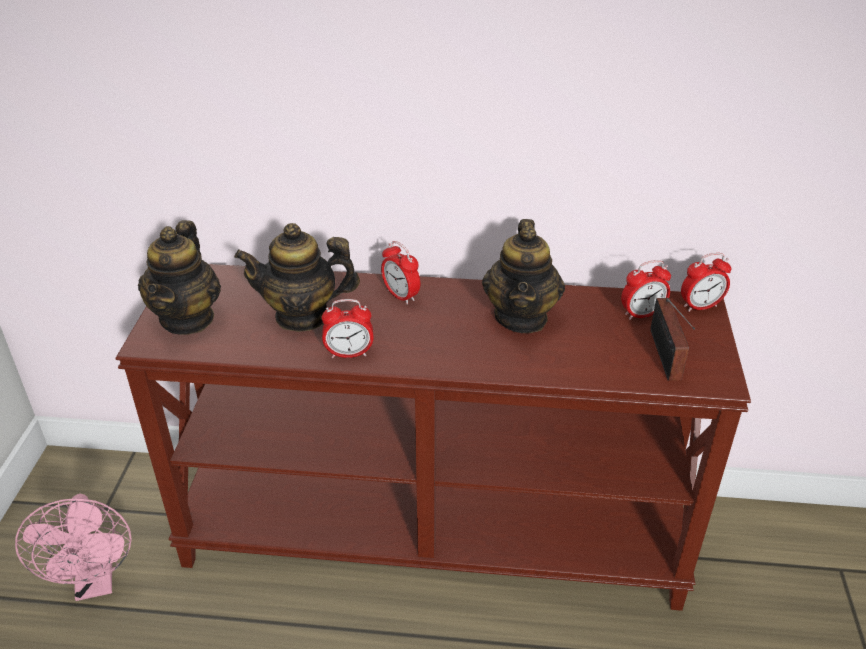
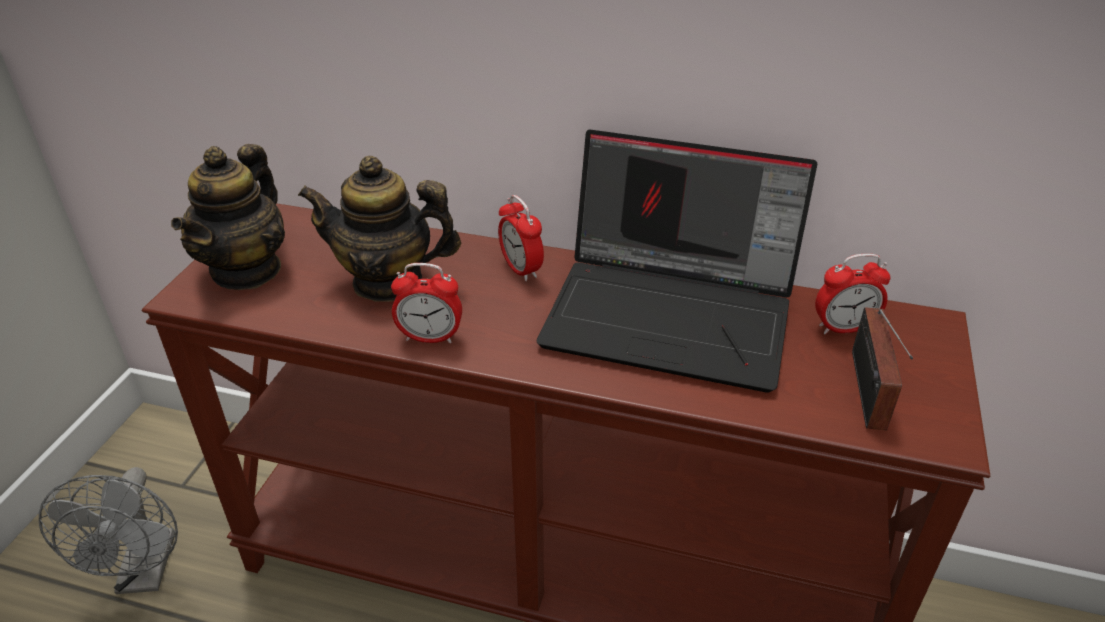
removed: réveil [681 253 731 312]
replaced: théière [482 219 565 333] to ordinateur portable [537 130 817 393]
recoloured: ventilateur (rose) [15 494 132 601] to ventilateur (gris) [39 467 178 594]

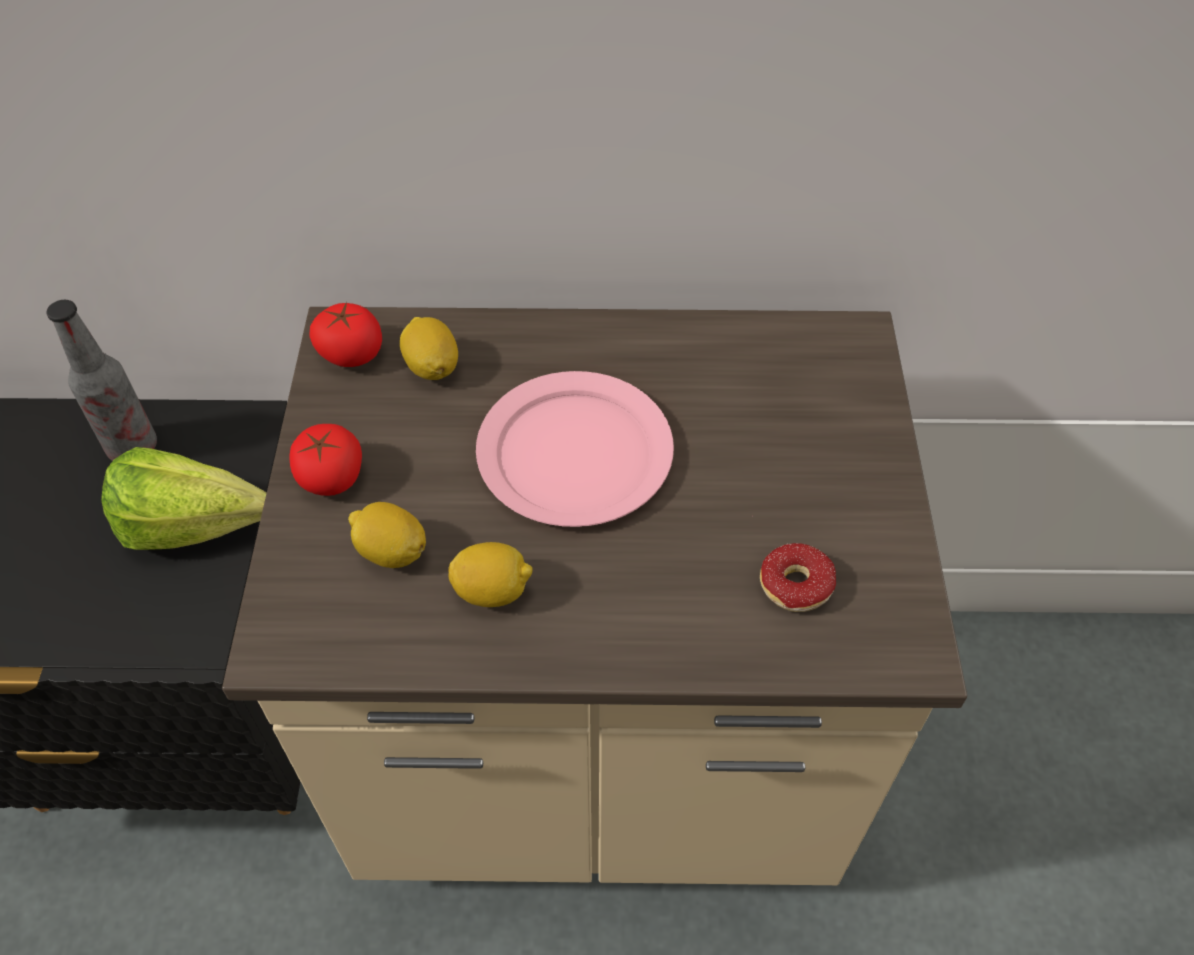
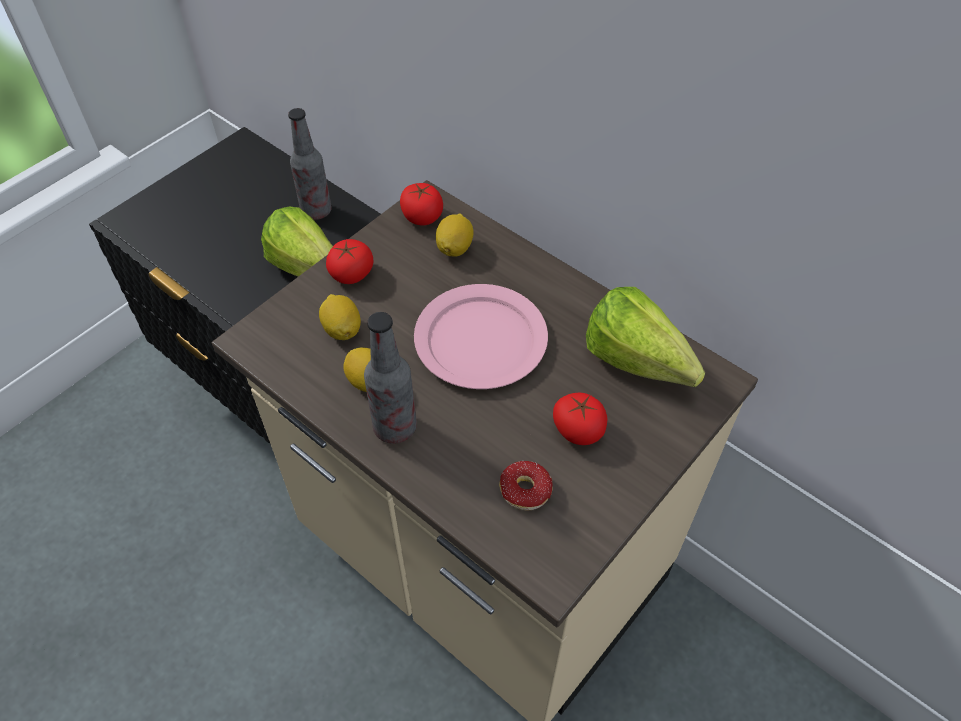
added: laitue [586 287 705 387]; bouteille [364 312 417 444]; tomate [553 392 607 445]

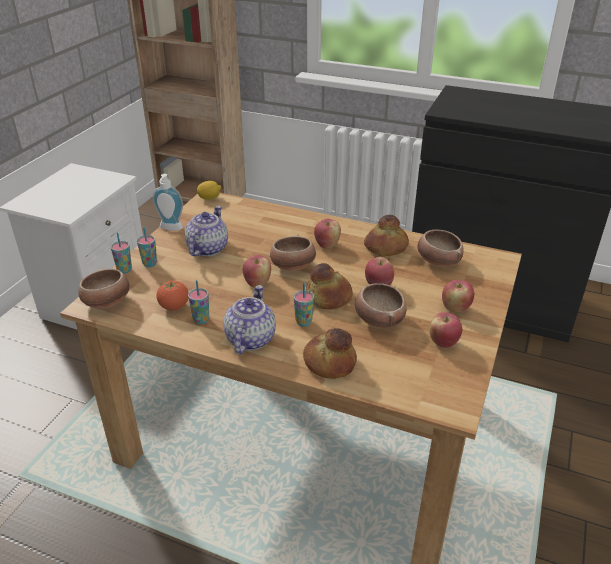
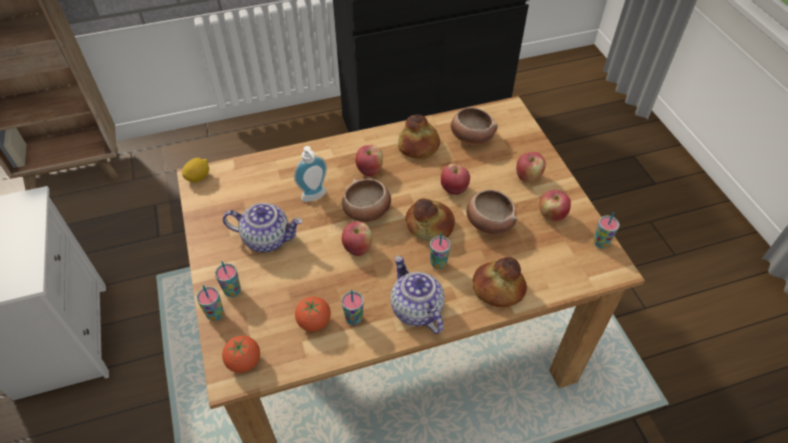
added: tasse [593 212 619 248]
moved: distributeur de savon [153 174 183 230] to [294 146 327 202]
replaced: bol [78 268 130 309] to tomate [222 336 260 373]
turned: théière [185 206 228 256] = [223 203 303 253] 120 degrees clockwise

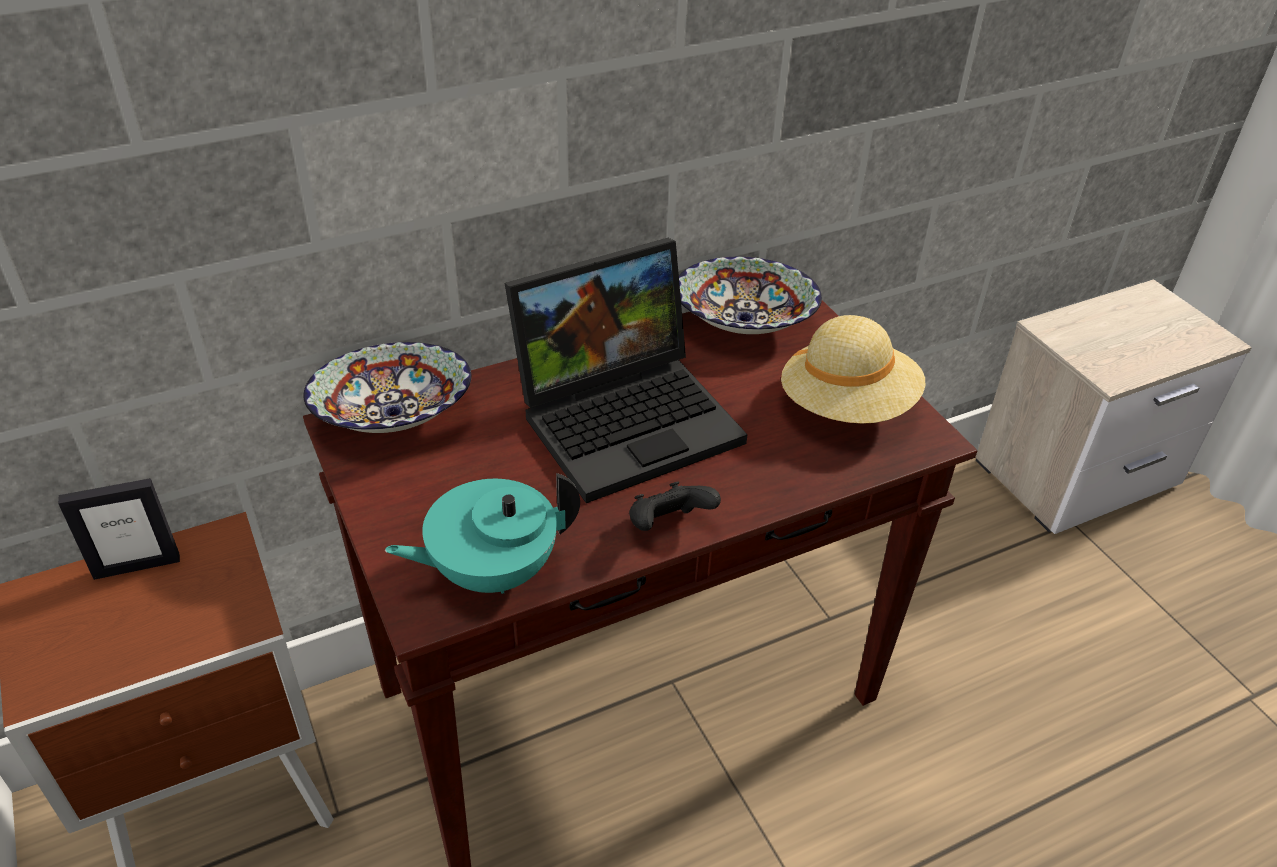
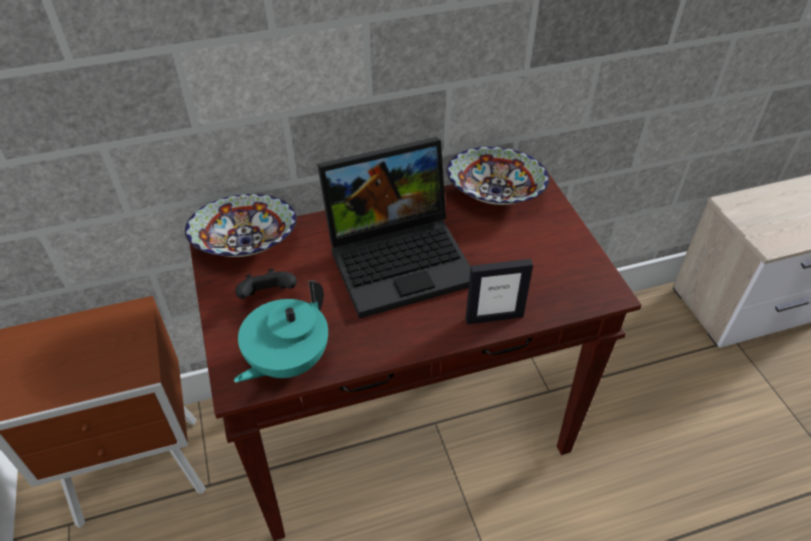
removed: chapeau (beige) [781 315 925 424]
moved: cadre photo [58 478 180 580] to [466 259 533 325]; manette (noir) [629 481 721 531] to [235 268 297 299]
turned: théière (turquoise) [385 473 580 594] = [234 281 328 383] 45 degrees counterclockwise

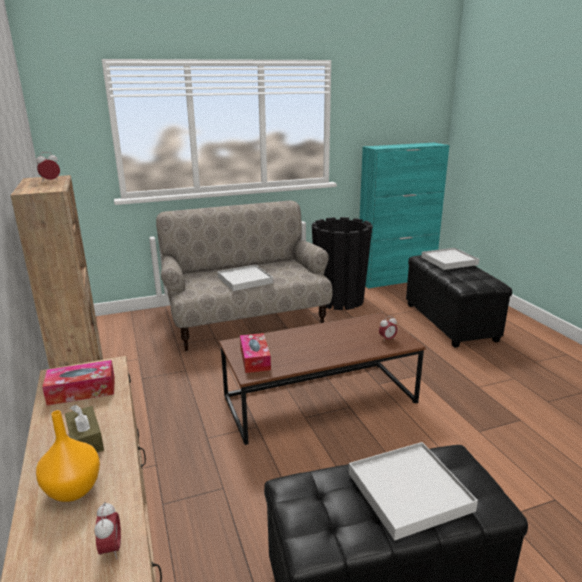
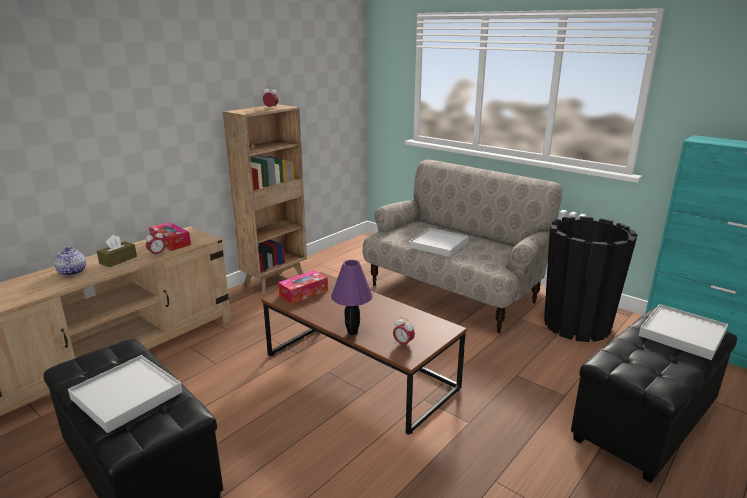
added: lampe de table (violet) [331 260 373 335]
moved: réveil [94 502 121 559] to [145 231 165 257]
replaced: vase (orange) [36 410 100 502] to théière [54 246 86 276]

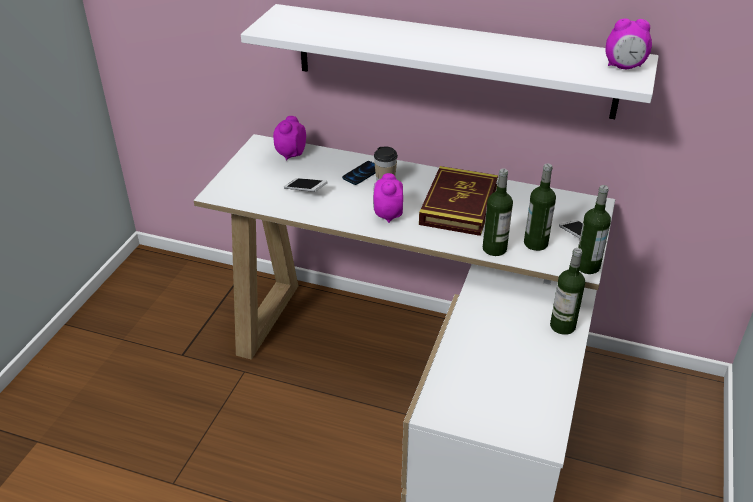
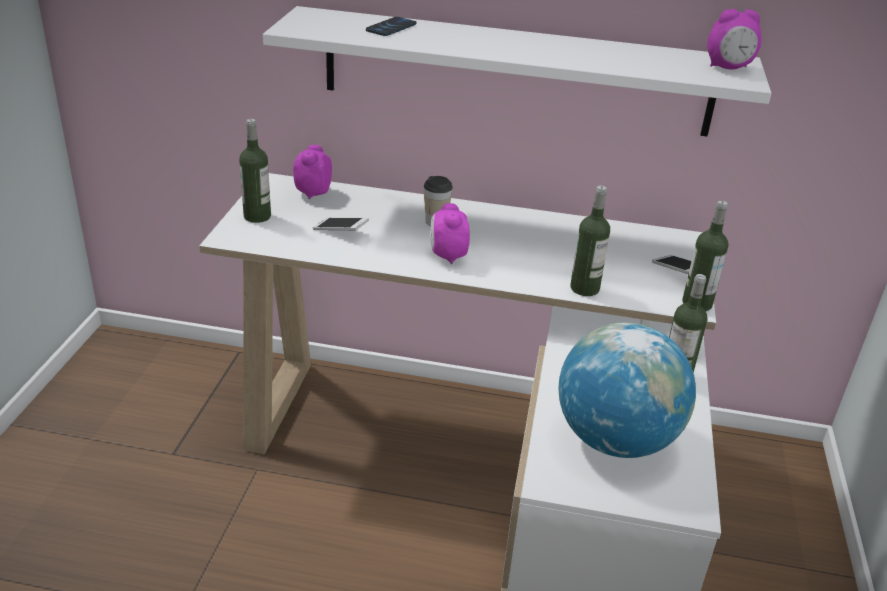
removed: livre [419 166 498 236]
added: globe [559 322 696 458]
moved: téléphone [342 161 375 185] to [366 17 416 36]; bouteille [524 164 556 251] to [239 119 271 223]

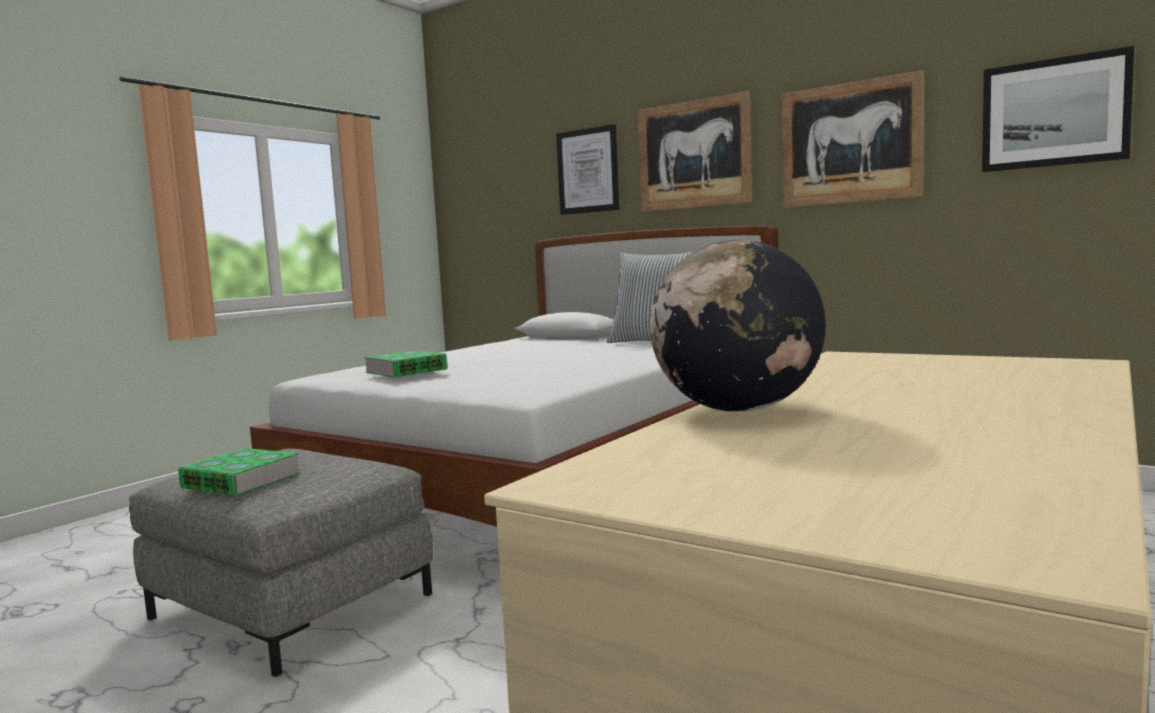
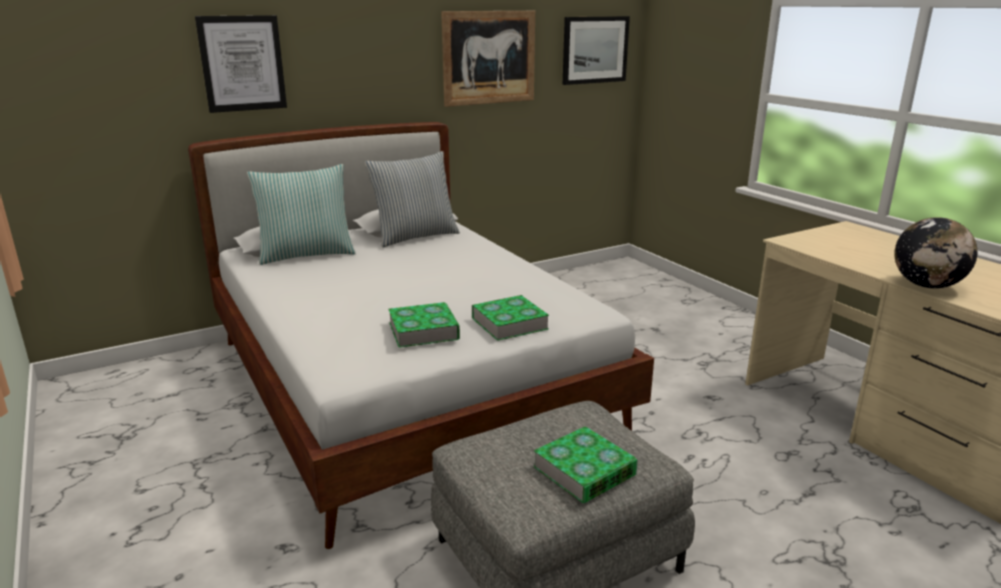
removed: tableau [637 91 752 212]
added: coussin [247 164 356 265]; livre [472 295 549 341]

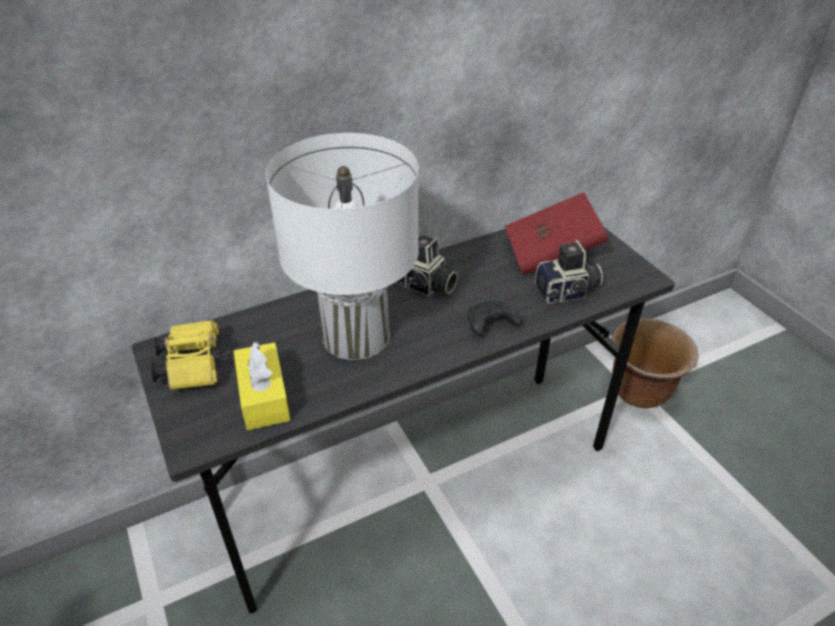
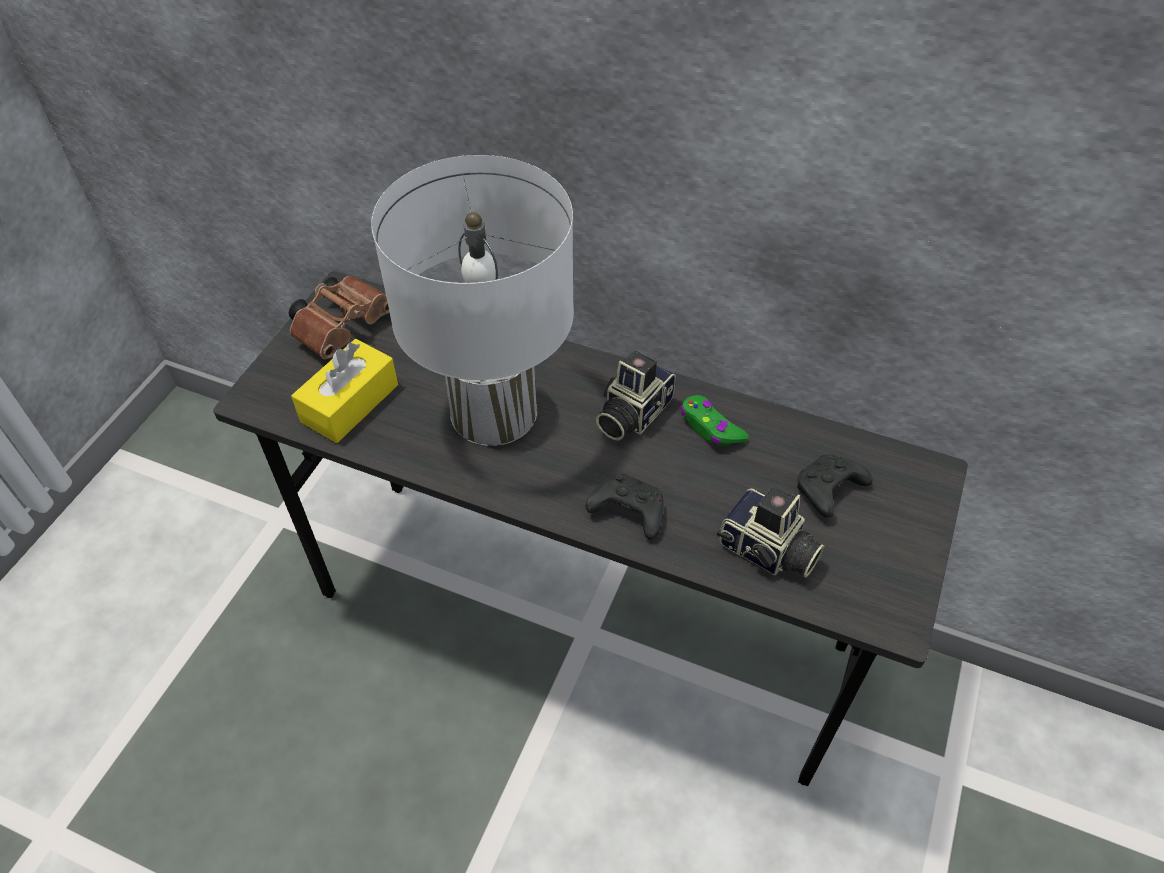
removed: cache-pot (marron) [612 318 699 409]
added: manette (vert) [680 395 749 446]
replaced: livre (rouge) [505 192 608 275] to manette (noir) [797 454 873 518]
recoloured: jumelles (jaune) [151 320 219 390] to jumelles (marron) [289 276 390 359]
turned: appareil photo [395 235 458 296] = [596 350 676 441] 45 degrees clockwise

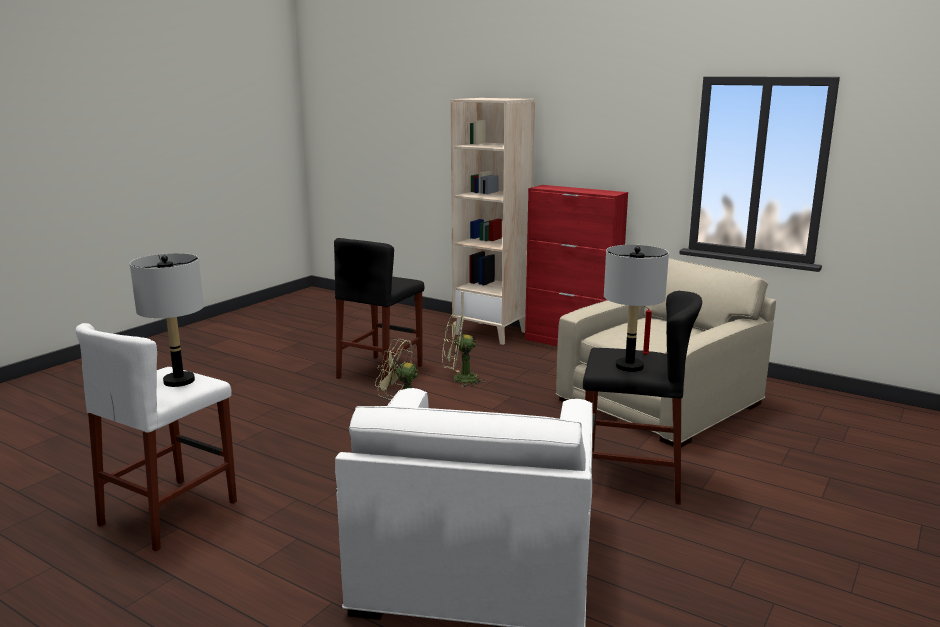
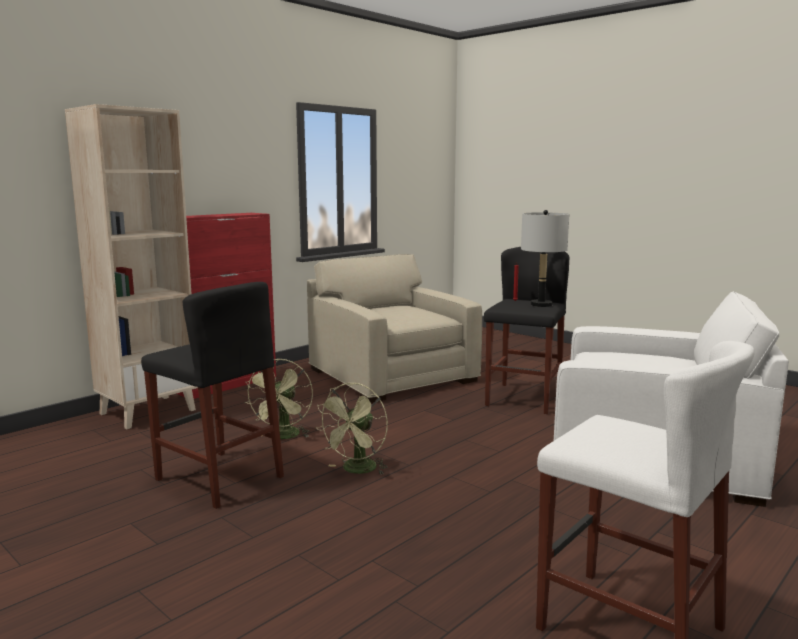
removed: lampe de table (gris) [130 253 204 387]

